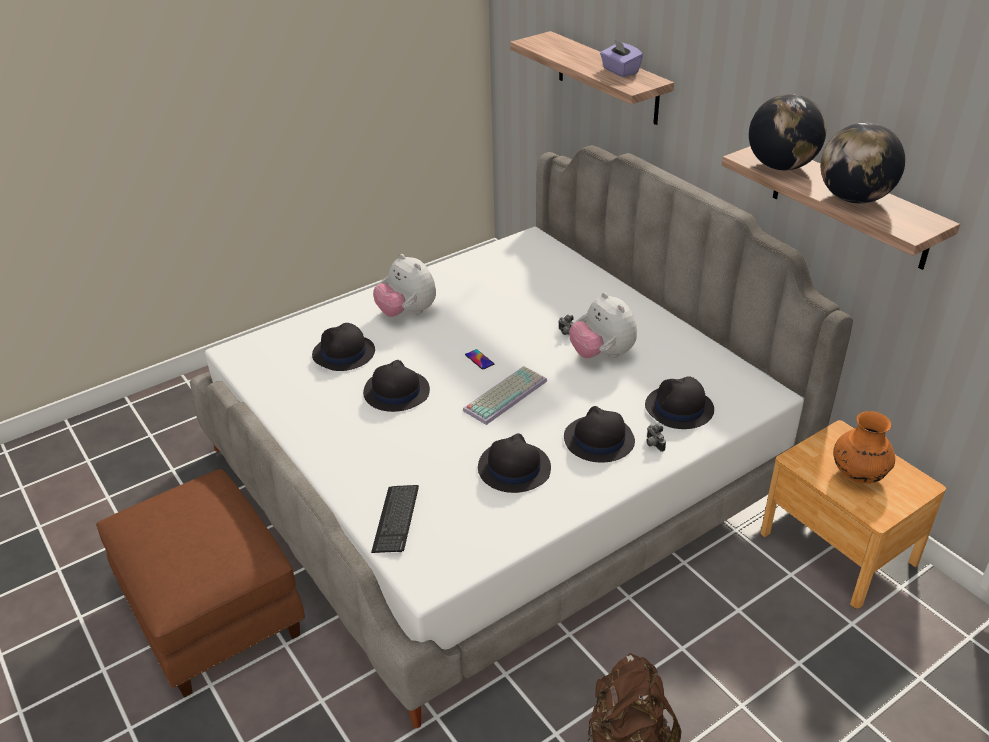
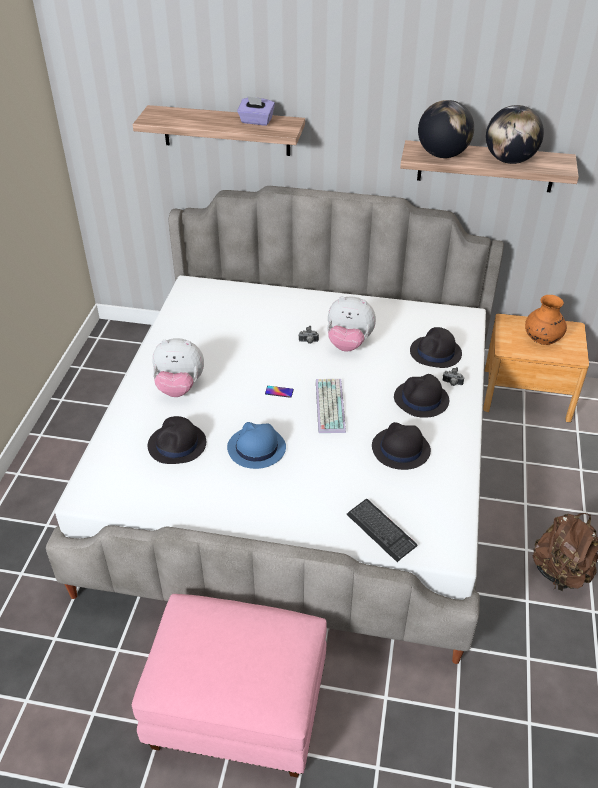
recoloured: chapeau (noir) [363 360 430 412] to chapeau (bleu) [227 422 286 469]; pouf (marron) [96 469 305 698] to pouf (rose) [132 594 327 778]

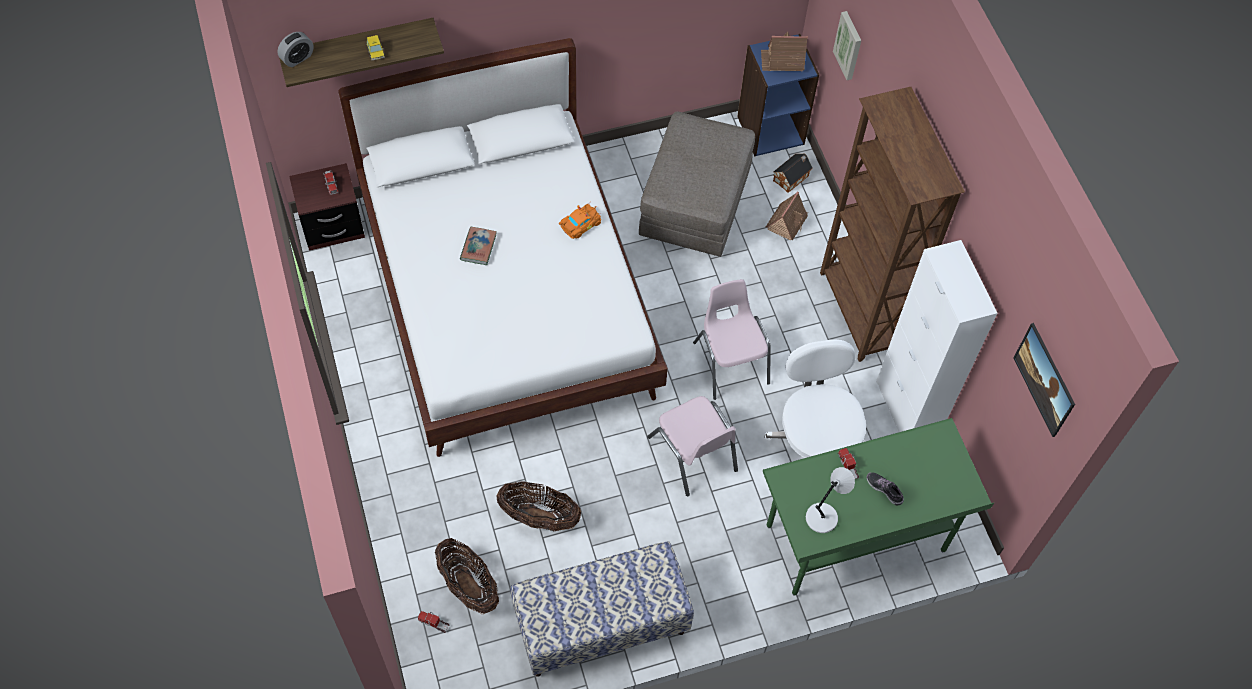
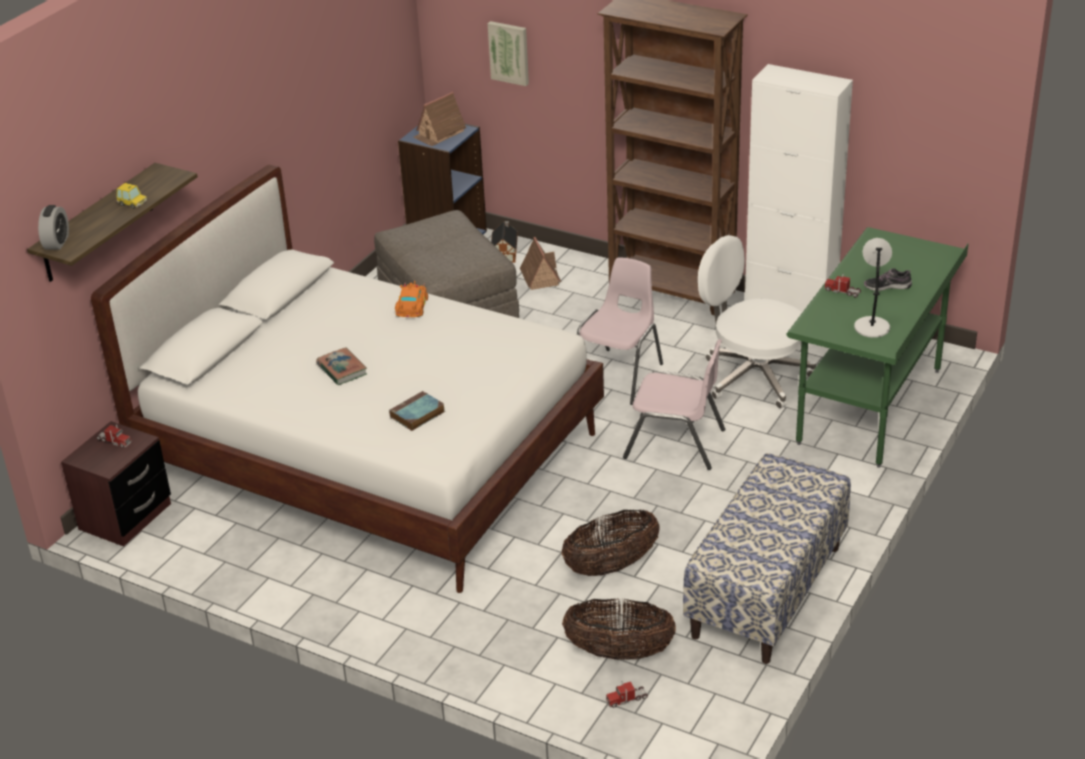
removed: tableau [1014 323 1075 437]
added: livre [389 391 445 431]
turned: chaise (rose) [693 279 771 400] = [577 257 663 405] 90 degrees clockwise

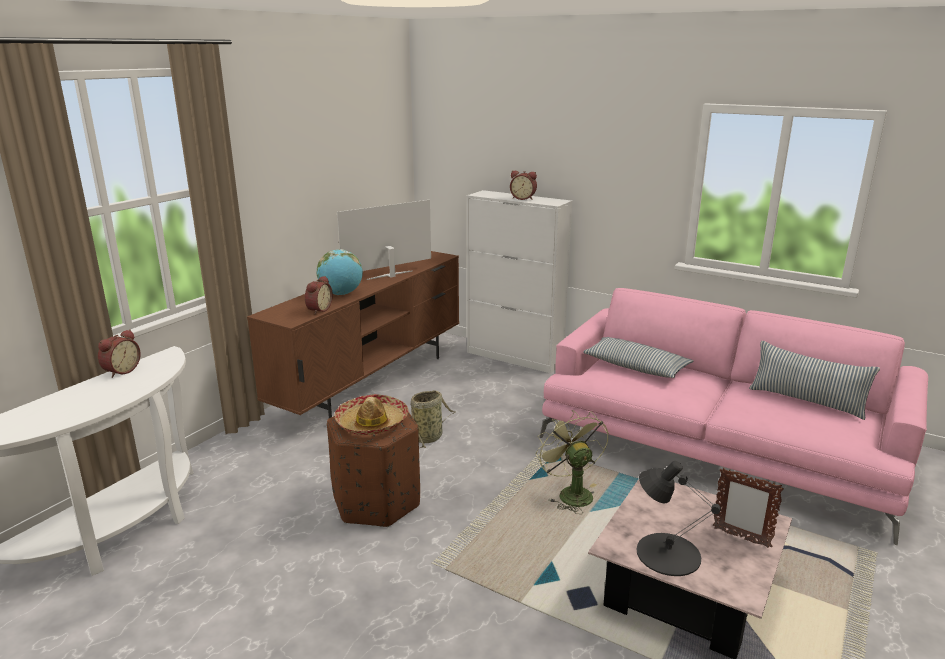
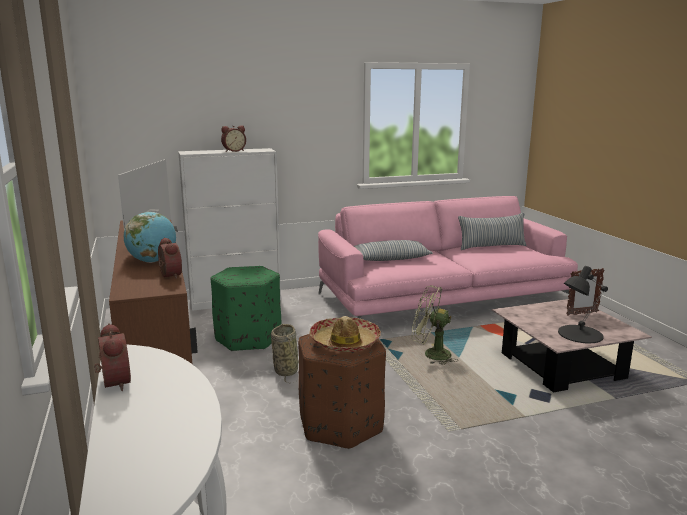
added: pouf (vert) [211 266 281 352]

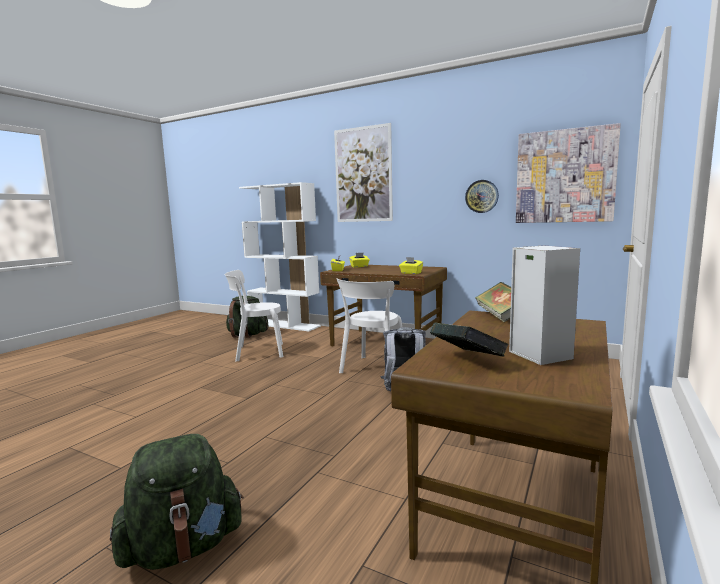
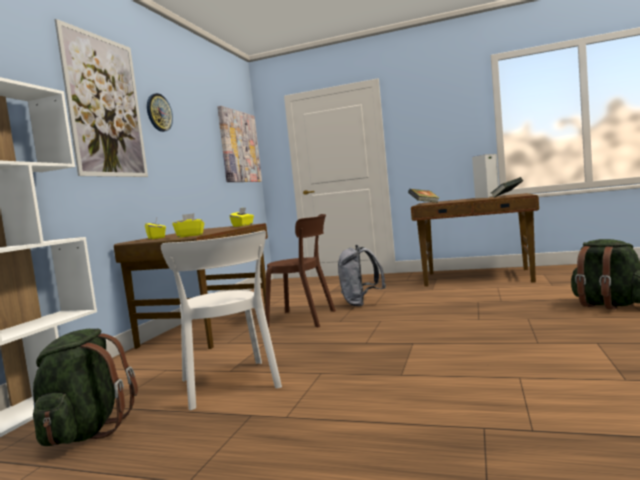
moved: horloge murale [465 180 499 213] to [147 93 173 132]
recoloured: chaise (blanc) [336 278 403 373] to chaise (marron) [265 214 336 328]

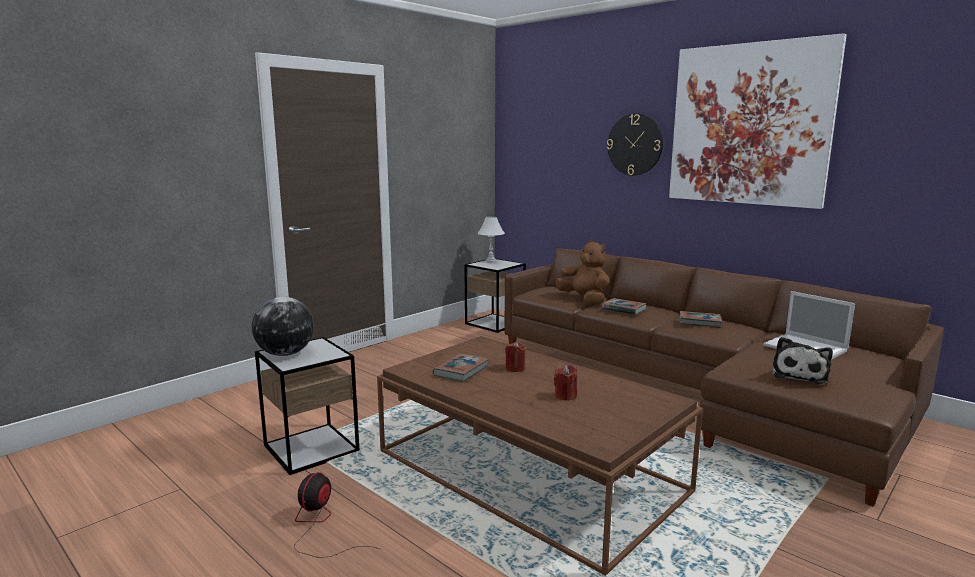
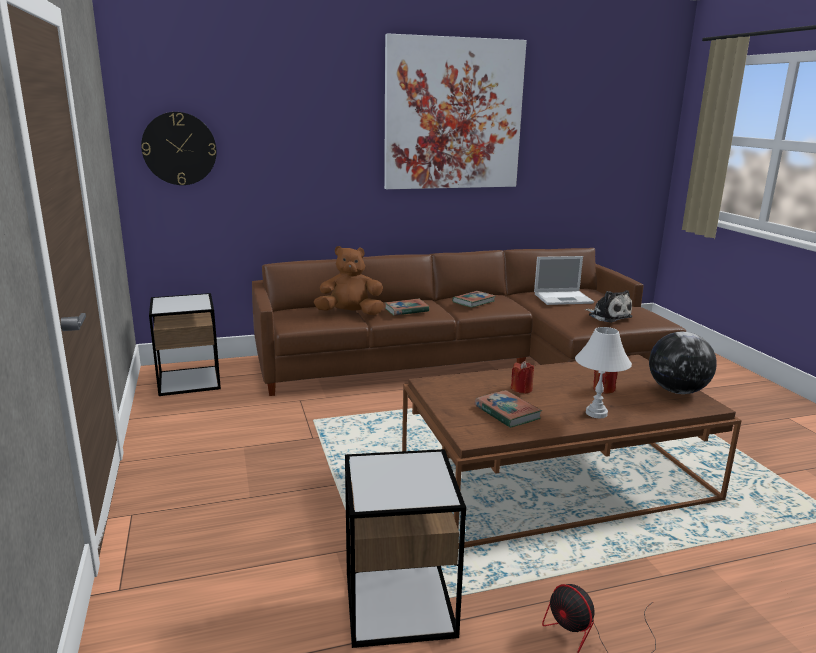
moved: horloge murale [607 113 663 176] to [141 112 217 185]; lampe de table (blanc) [477 216 505 263] to [575 327 632 418]; globe [252 297 314 356] to [649 332 717 394]

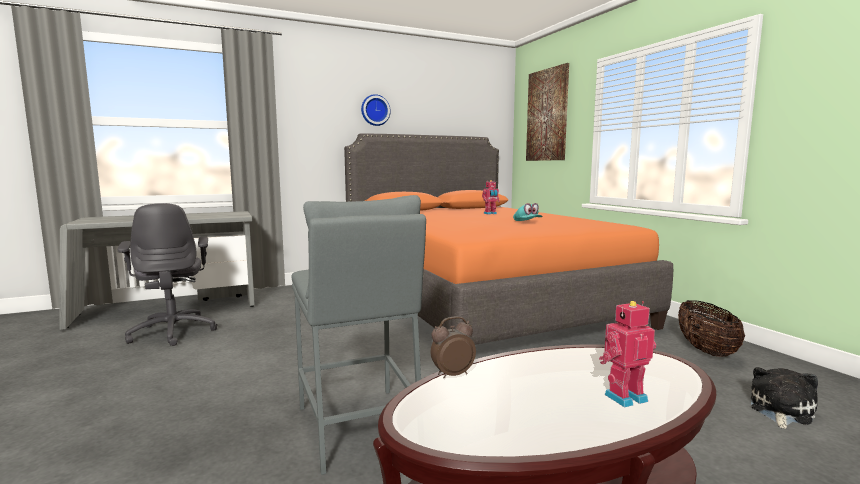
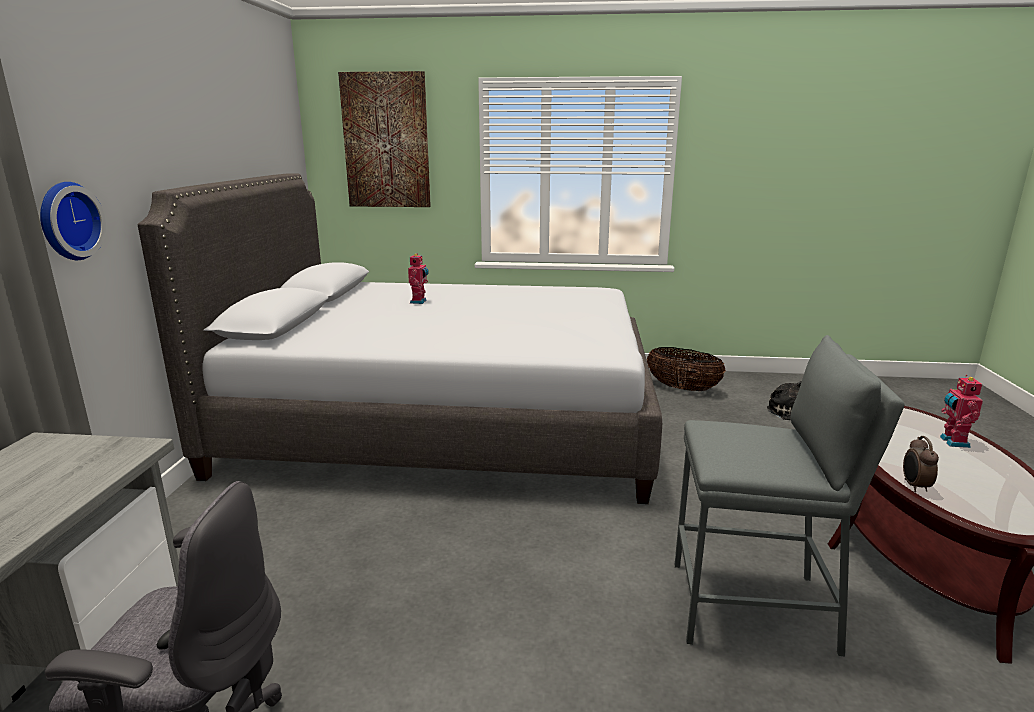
removed: casquette (turquoise) [513 203 543 221]
moved: horloge murale [361 94 391 126] to [40 182 106 260]
recoloured: lit (orange) [344 133 673 345] to lit (gris) [138 173 662 504]

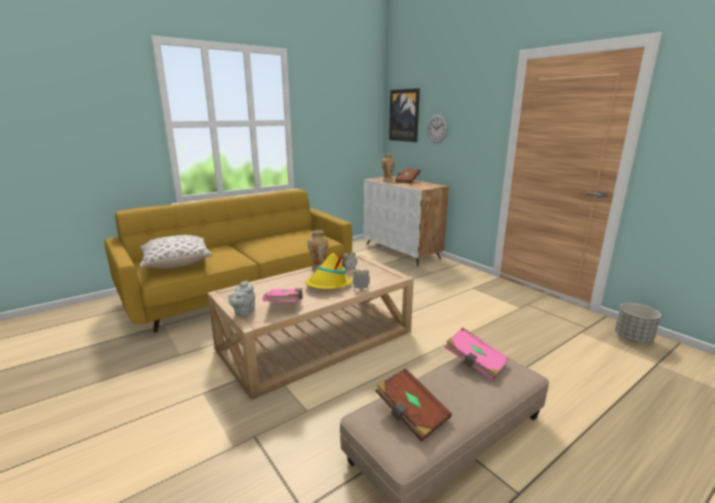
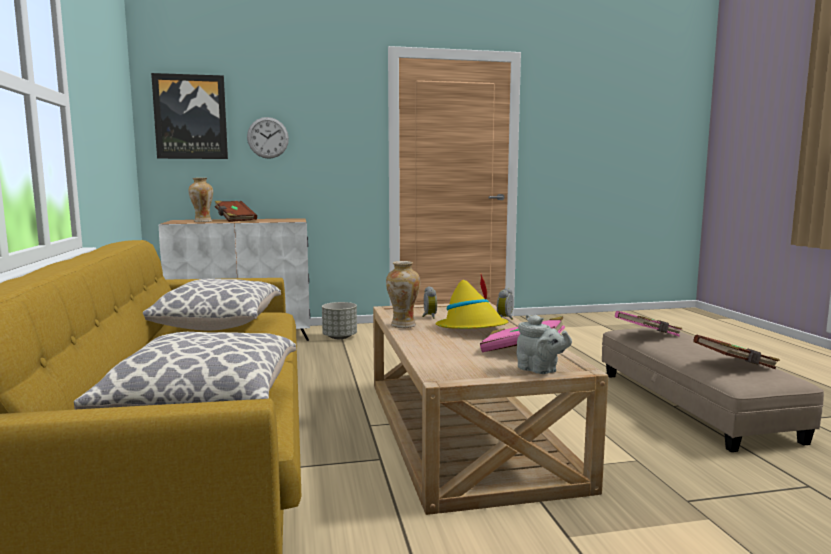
added: coussin [143 279 281 331]
moved: cache-pot (gris) [615 303 661 343] to [322 302 357 339]

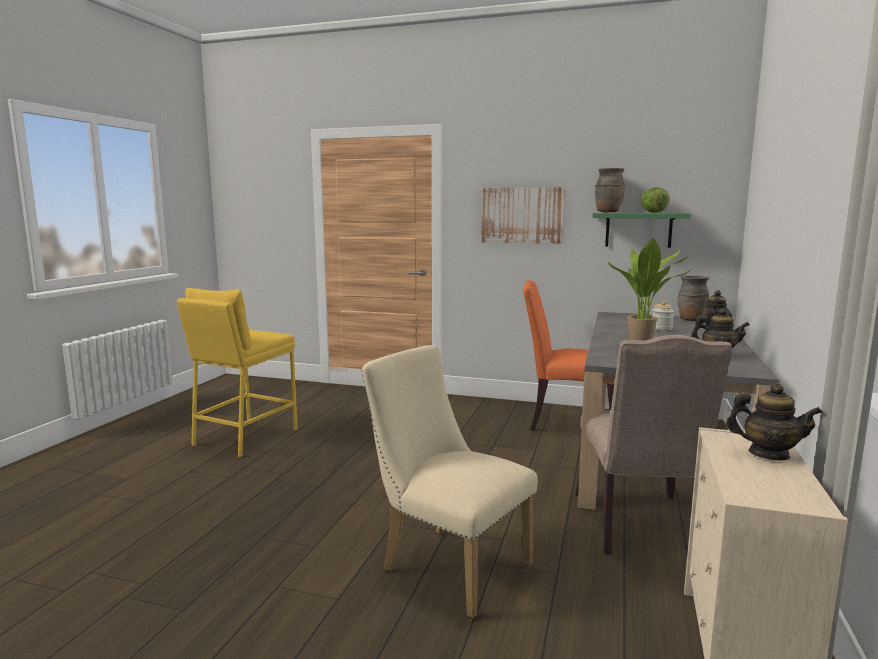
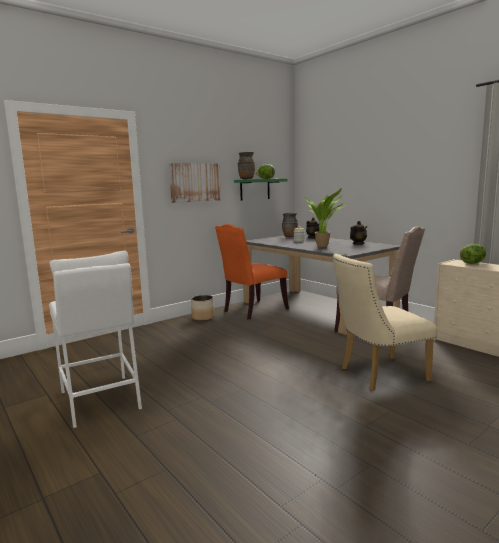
added: cache-pot [191 295 215 321]
replaced: théière [726 383 822 460] to laitue [460 244 486 264]
recoloured: tabouret (jaune) [177 288 298 457] to tabouret (blanc) [49 251 142 428]

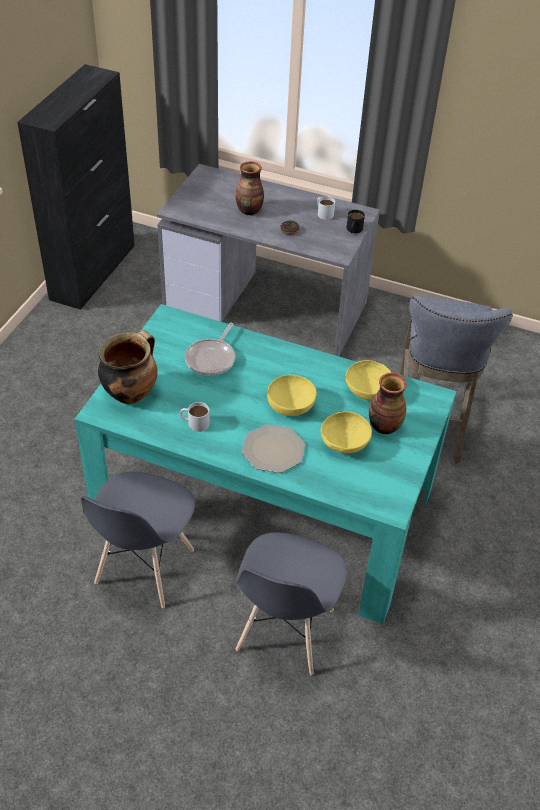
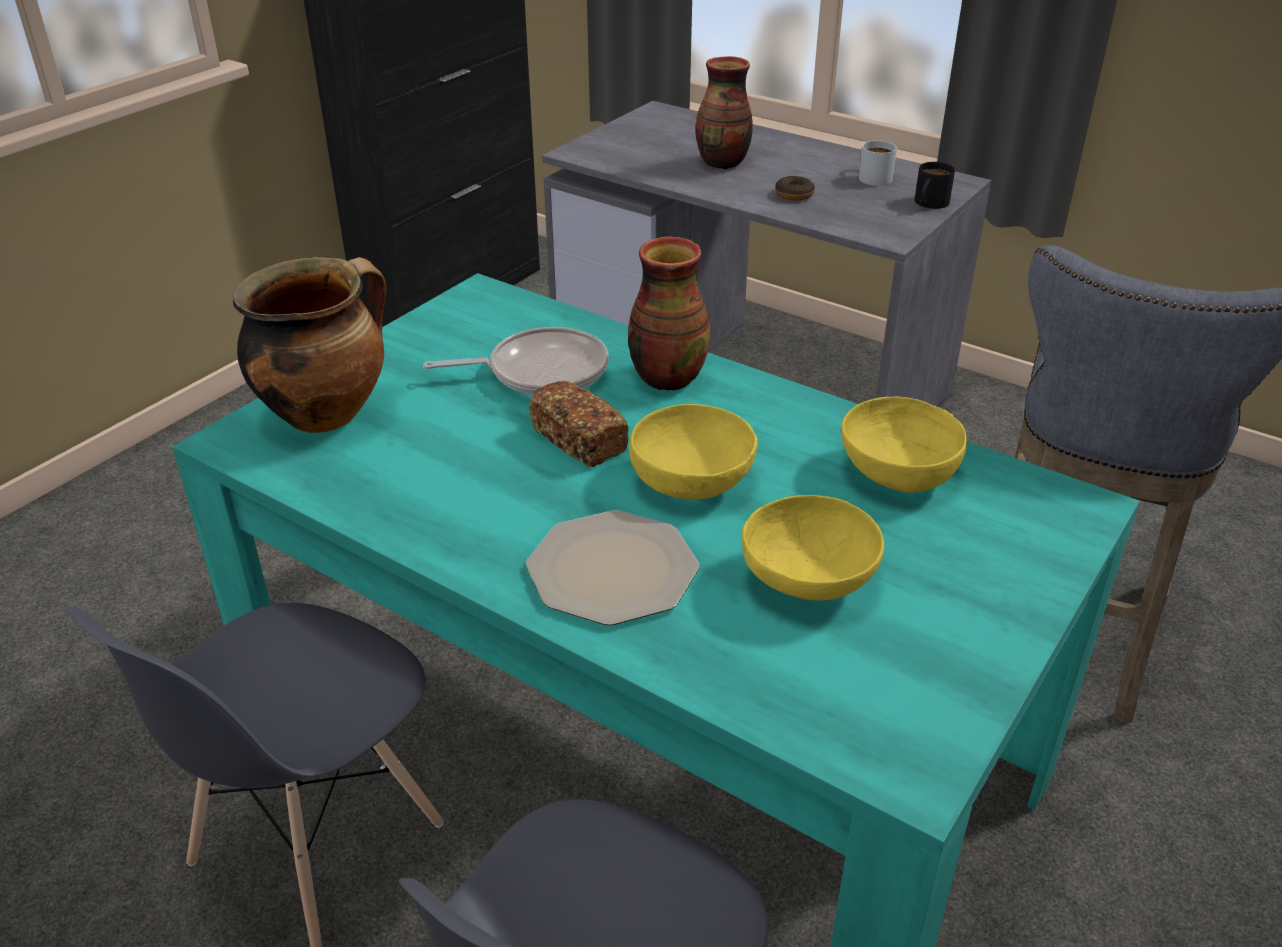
removed: mug (blanc) [180 402 210 432]
added: pain [529 381 629 467]
moved: vase [369 373 407 434] to [628 237 710 391]
turned: poêle [185 323 235 376] = [423 327 609 395] 135 degrees counterclockwise

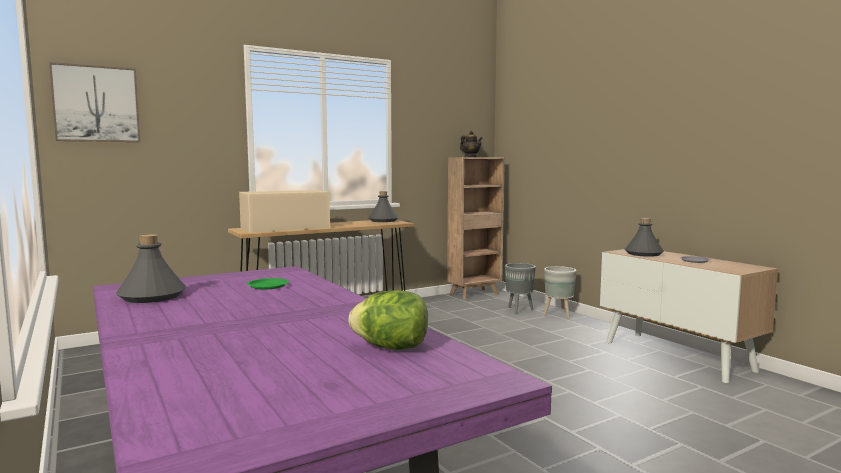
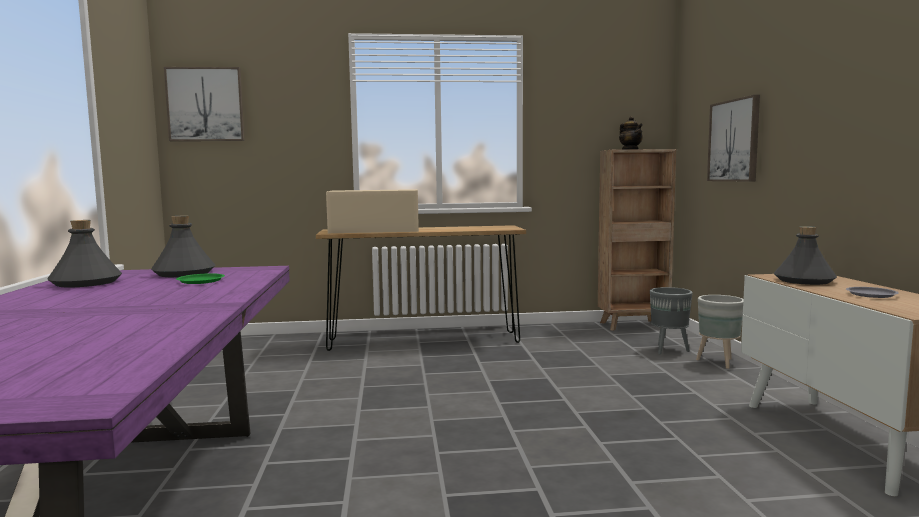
removed: laitue [349 290 428 350]
added: tableau [707 95 760 182]
moved: bouteille (gris) [369 191 398 222] to [151 216 215 277]

